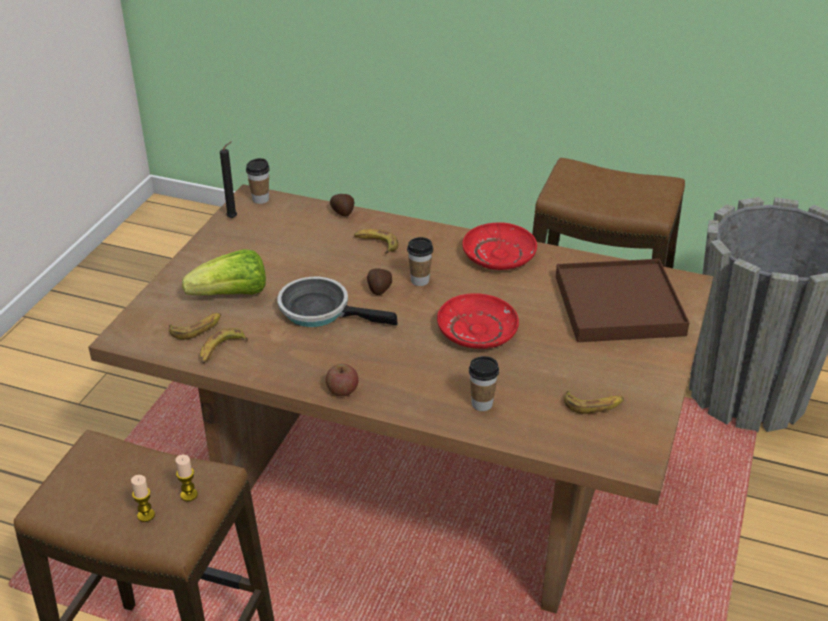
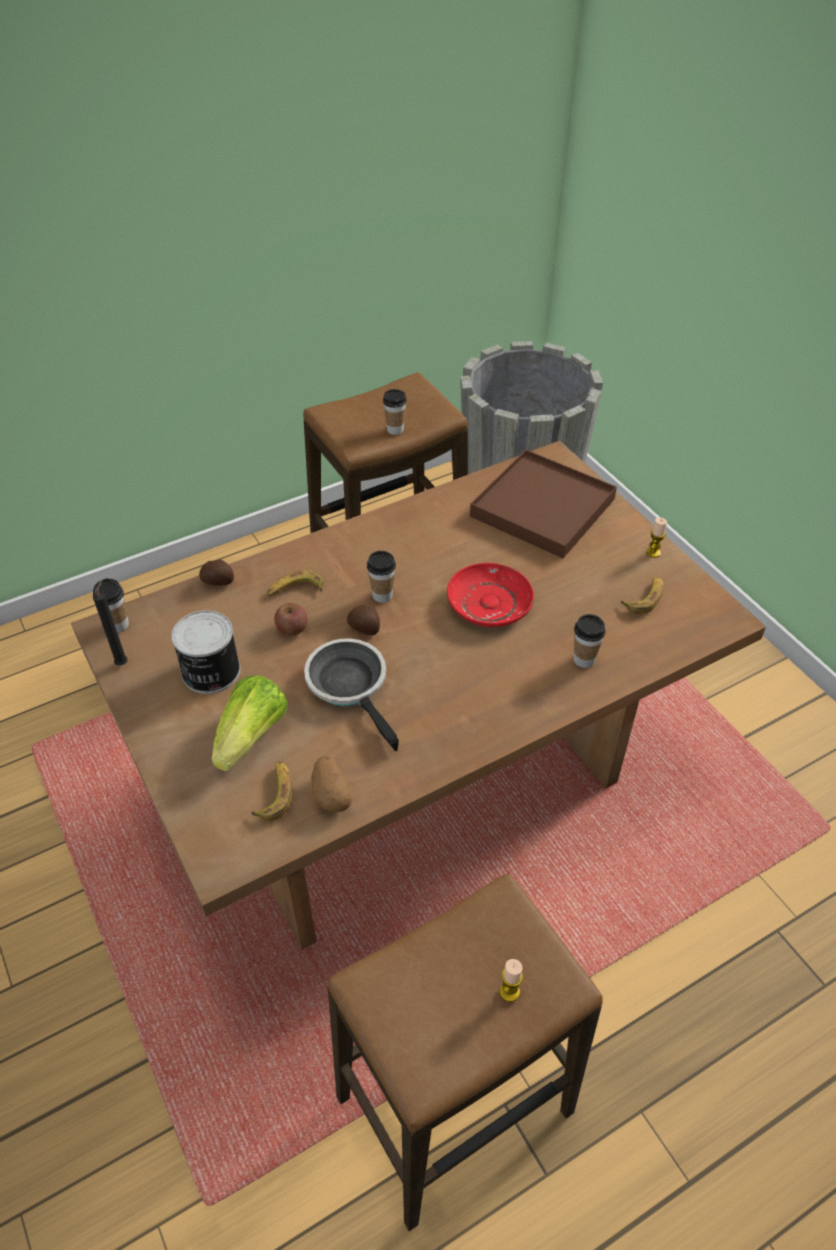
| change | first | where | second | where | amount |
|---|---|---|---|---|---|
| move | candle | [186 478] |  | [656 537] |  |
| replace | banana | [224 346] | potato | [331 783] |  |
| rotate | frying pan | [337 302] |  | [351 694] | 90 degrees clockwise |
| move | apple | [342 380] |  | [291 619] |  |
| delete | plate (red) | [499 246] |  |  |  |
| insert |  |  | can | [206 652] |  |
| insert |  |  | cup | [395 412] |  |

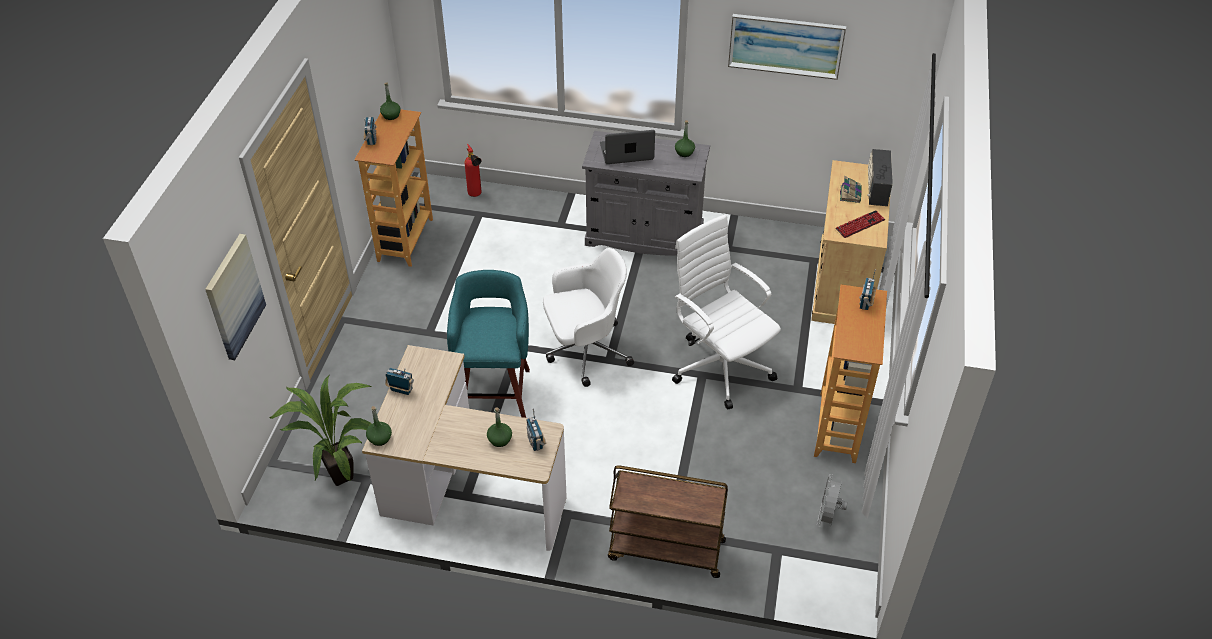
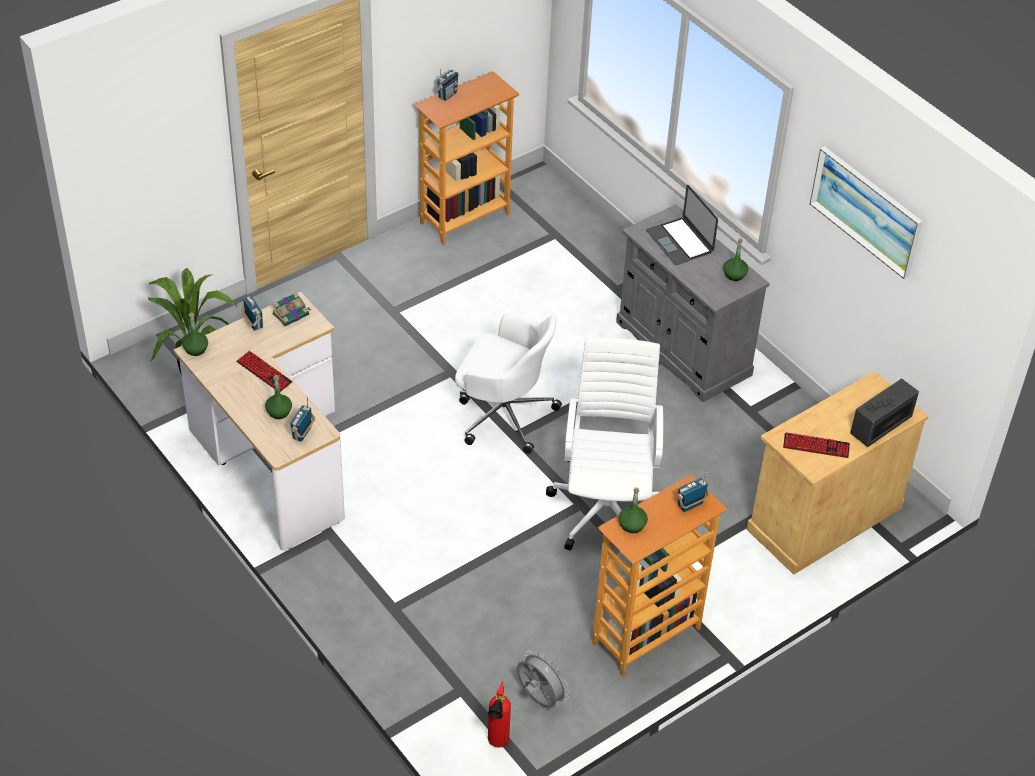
| change | first | where | second | where | amount |
|---|---|---|---|---|---|
| delete | picture | [235 297] |  |  |  |
| move | bottle (green) | [390 101] |  | [633 510] |  |
| delete | stool (turquoise) | [488 344] |  |  |  |
| move | fire extinguisher | [473 170] |  | [499 714] |  |
| rotate | laptop | [627 147] |  | [682 225] | 150 degrees counterclockwise |
| delete | cart (brown) | [668 521] |  |  |  |
| rotate | fan (grey) | [832 500] |  | [543 679] | 75 degrees clockwise |
| move | book | [851 189] |  | [291 309] |  |
| insert |  |  | keyboard | [264 371] |  |

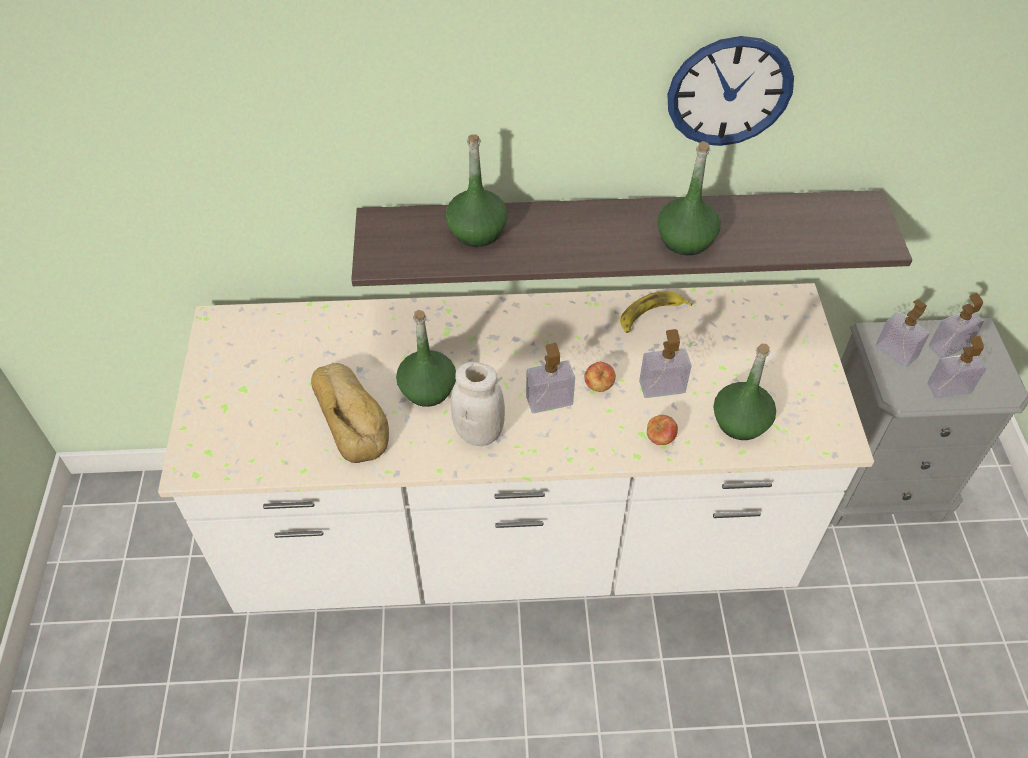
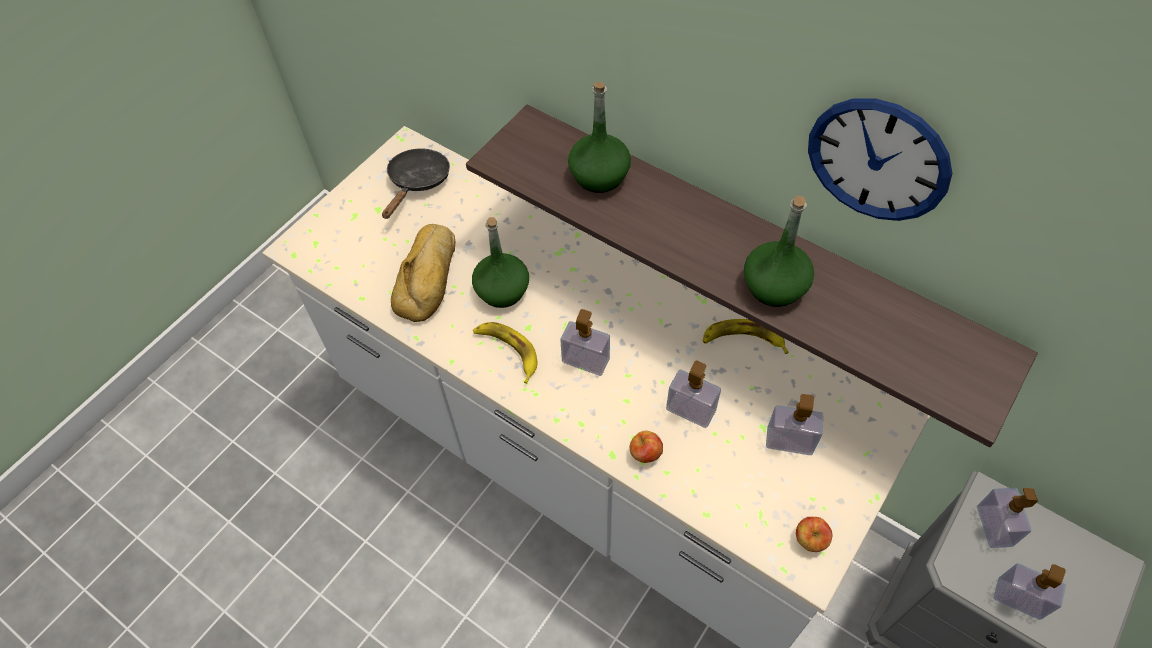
| change | first | where | second | where | amount |
|---|---|---|---|---|---|
| replace | jar (white) | [478 404] | banana | [505 353] |  |
| move | apple | [600 377] |  | [814 534] |  |
| delete | bottle (green) | [744 392] |  |  |  |
| move | soap dispenser | [956 325] |  | [794 424] |  |
| insert |  |  | frying pan (black) | [416 183] |  |

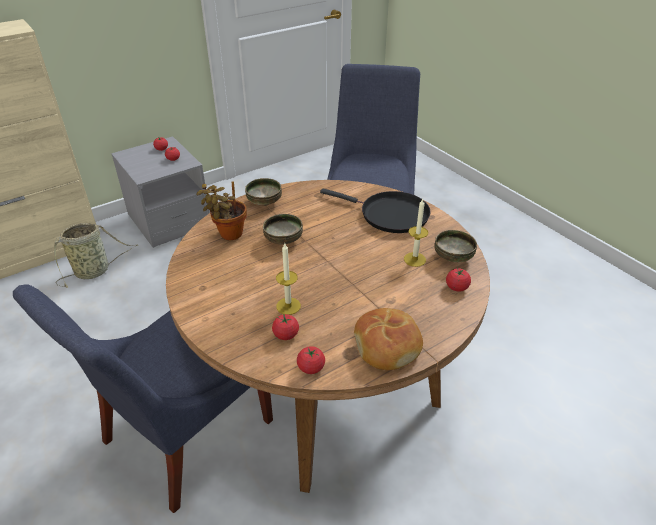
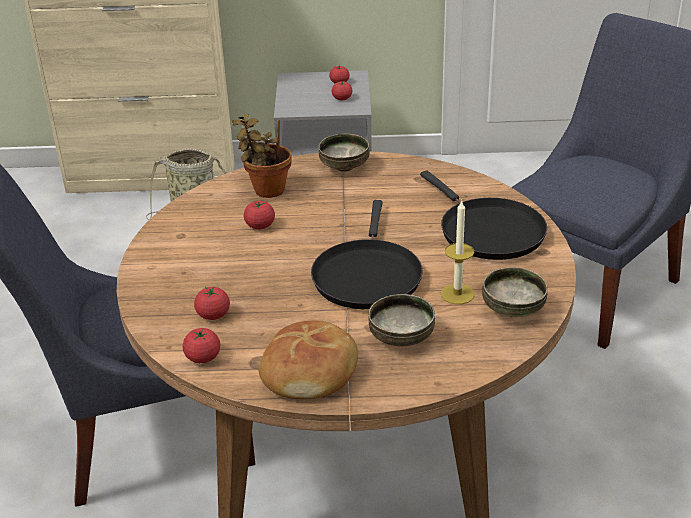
| change | first | where | second | where | amount |
|---|---|---|---|---|---|
| move | bowl | [283 229] |  | [401 320] |  |
| delete | candle | [288 278] |  |  |  |
| move | tomato | [458 280] |  | [259 215] |  |
| insert |  |  | frying pan (black) | [367 254] |  |

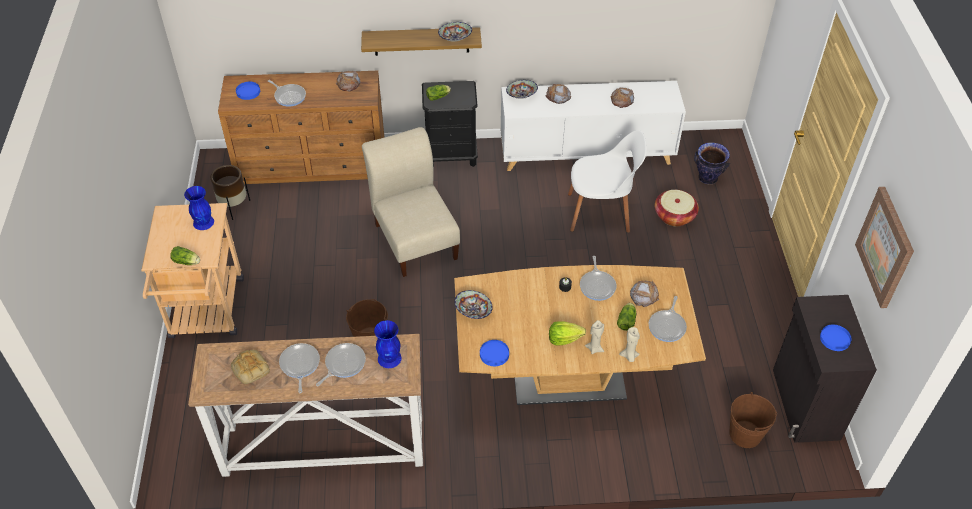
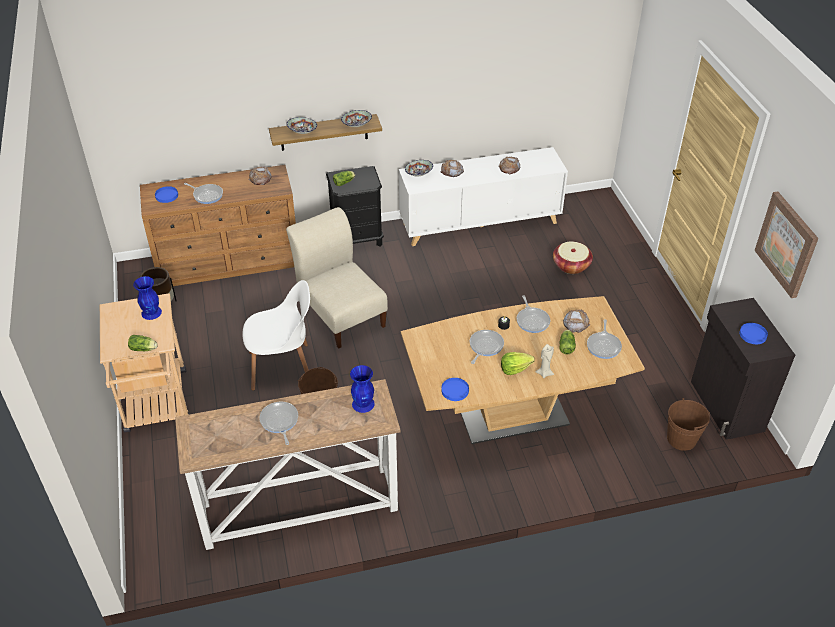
| change | first | where | second | where | amount |
|---|---|---|---|---|---|
| delete | bread | [250 367] |  |  |  |
| move | frying pan | [341 364] |  | [487 347] |  |
| move | bowl | [473 304] |  | [301 125] |  |
| move | chair (white) | [607 181] |  | [276 335] |  |
| delete | candle (beige) | [629 344] |  |  |  |
| delete | vase | [712 163] |  |  |  |

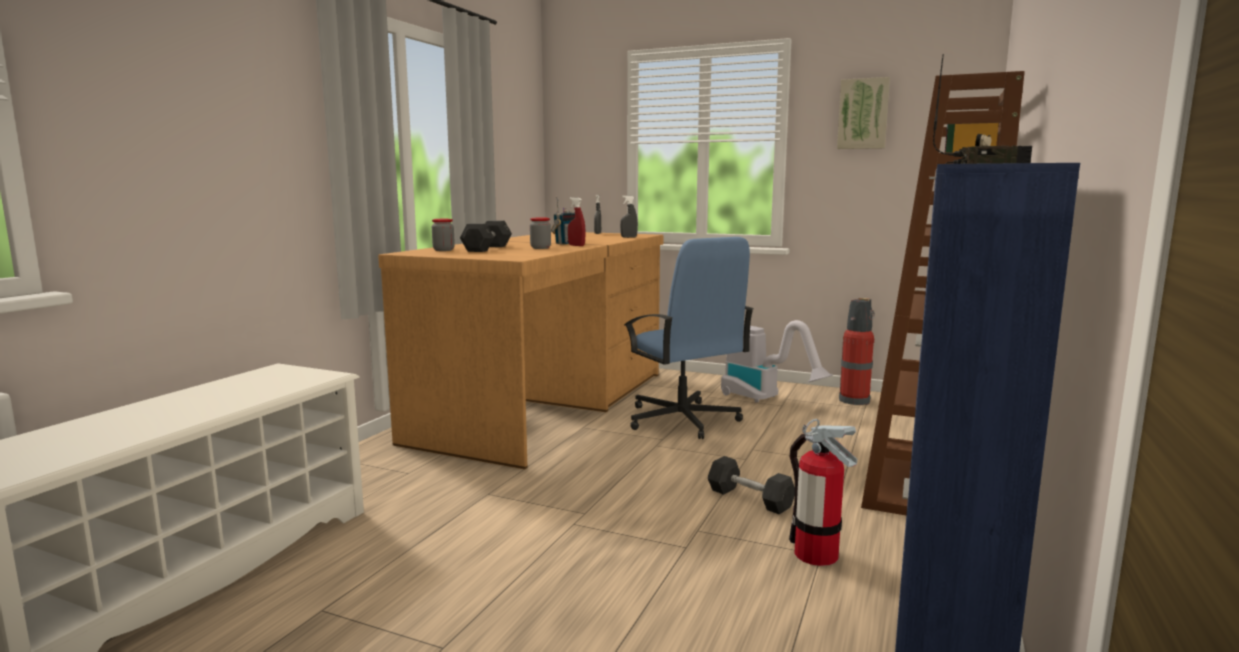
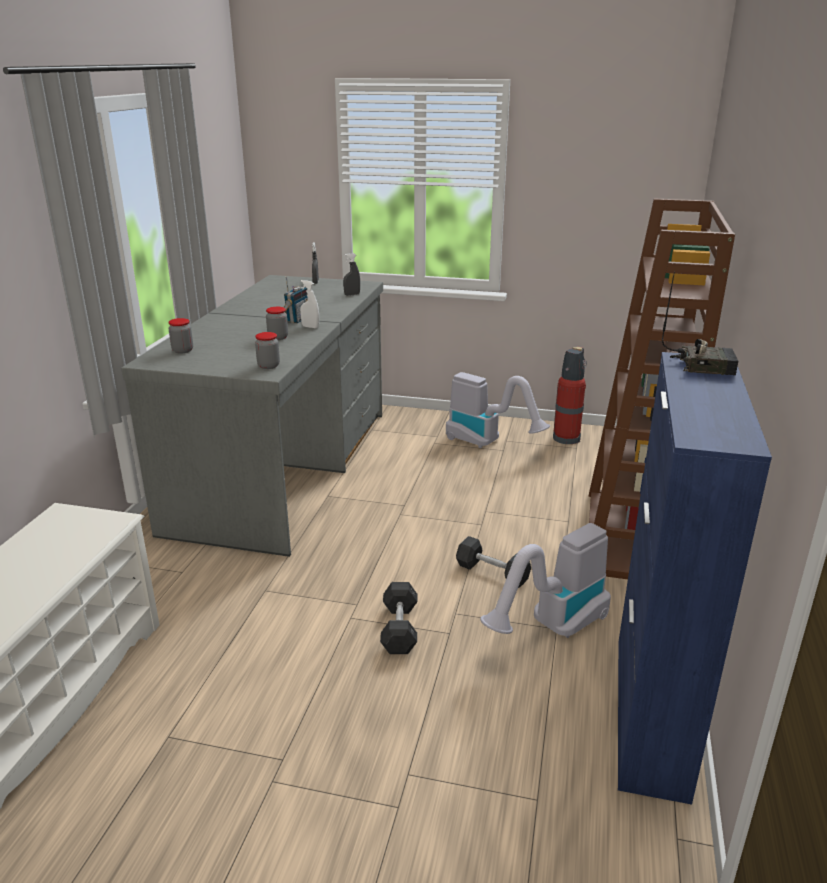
| change | first | where | second | where | amount |
|---|---|---|---|---|---|
| recolor | desk (brown) | [520 350] | desk (grey) | [252 416] |  |
| move | dumbbell (grey) | [486 236] |  | [398 618] |  |
| recolor | spray bottle (red) | [577 221] | spray bottle (white) | [309 304] |  |
| delete | office chair (blue) | [689 338] |  |  |  |
| replace | fire extinguisher | [823 492] | vacuum cleaner | [545 580] |  |
| delete | picture | [863 113] |  |  |  |
| insert |  |  | jar | [267 350] |  |

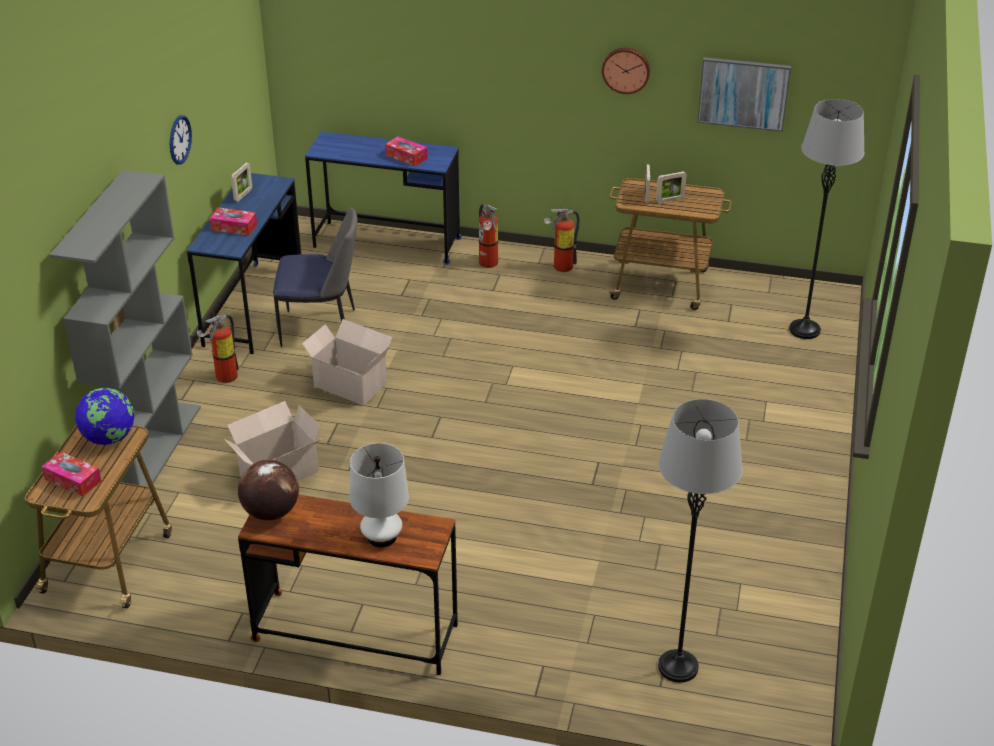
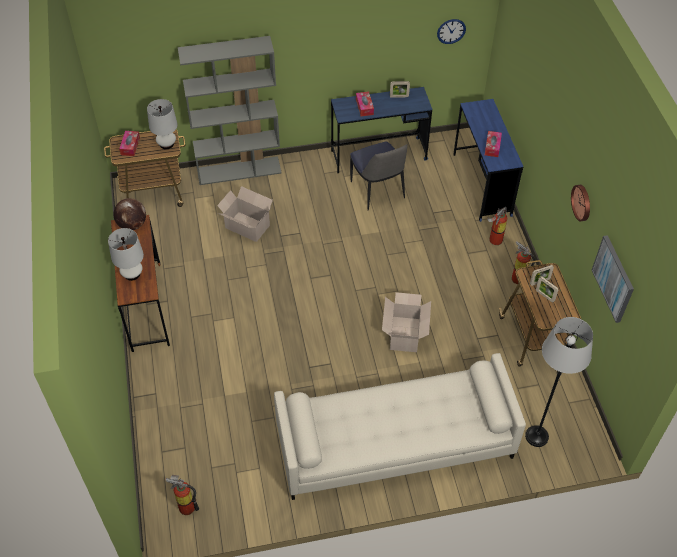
| change | first | where | second | where | amount |
|---|---|---|---|---|---|
| replace | globe | [104 416] | table lamp (white) | [162 124] |  |
| move | wall clock | [181 140] |  | [451 31] |  |
| move | fire extinguisher | [218 348] |  | [182 495] |  |
| move | cardboard box | [347 362] |  | [406 322] |  |
| delete | floor lamp (grey) | [700 541] |  |  |  |
| insert |  |  | sofa (beige) | [400 426] |  |

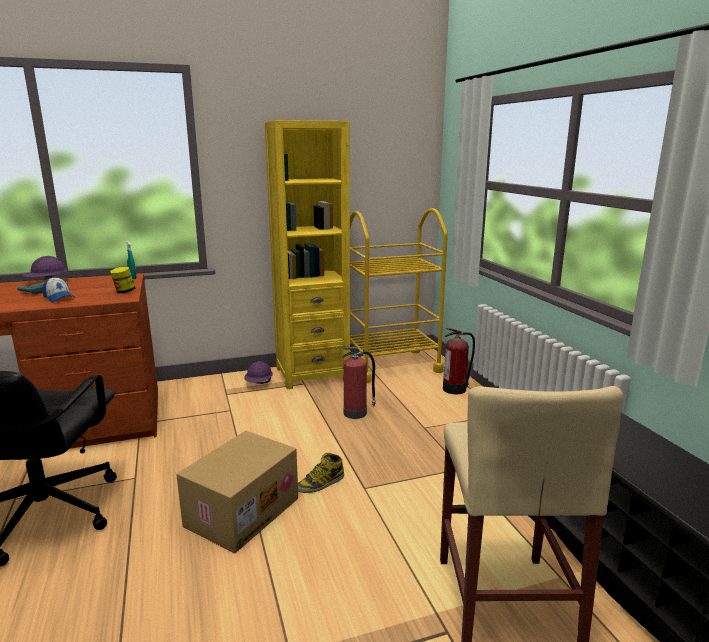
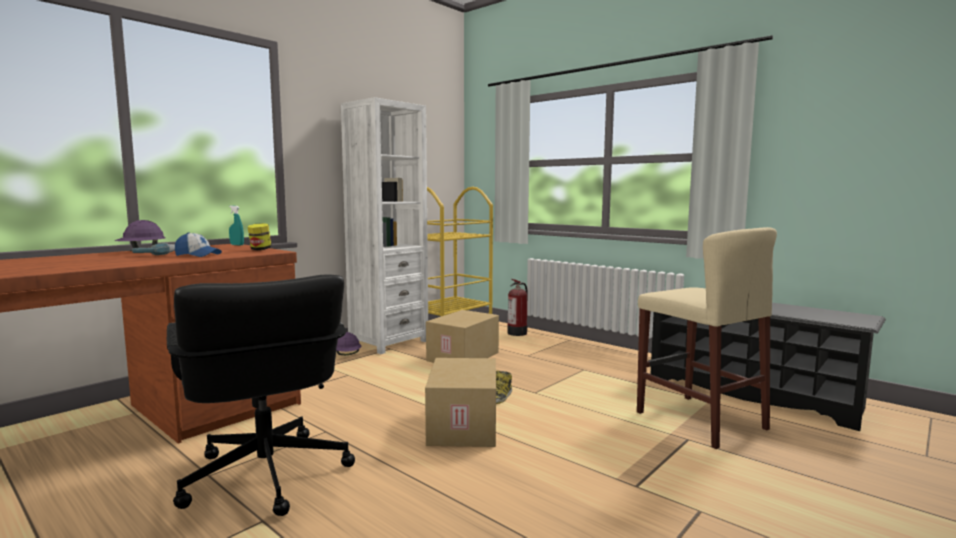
| change | first | where | second | where | amount |
|---|---|---|---|---|---|
| recolor | bookcase (yellow) | [307 254] | bookcase (white) | [384 225] |  |
| replace | fire extinguisher | [358 383] | cardboard box | [462 336] |  |

